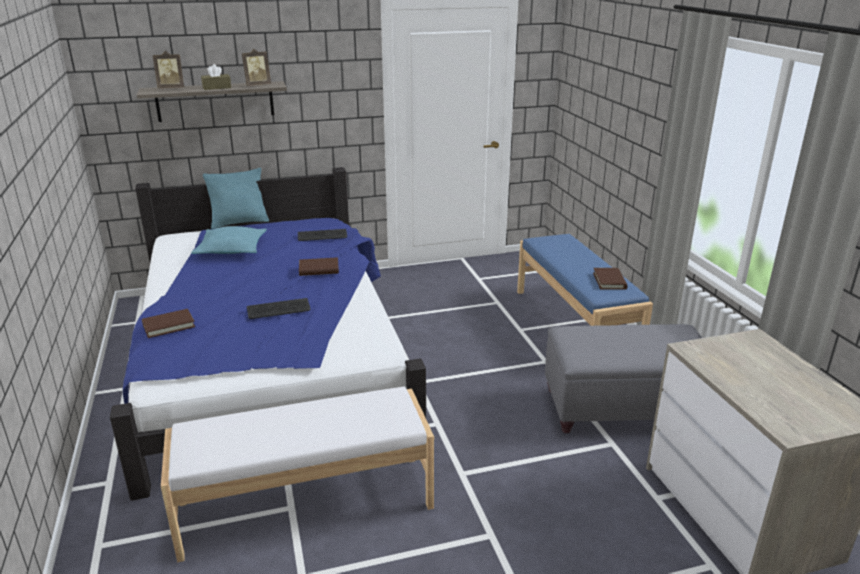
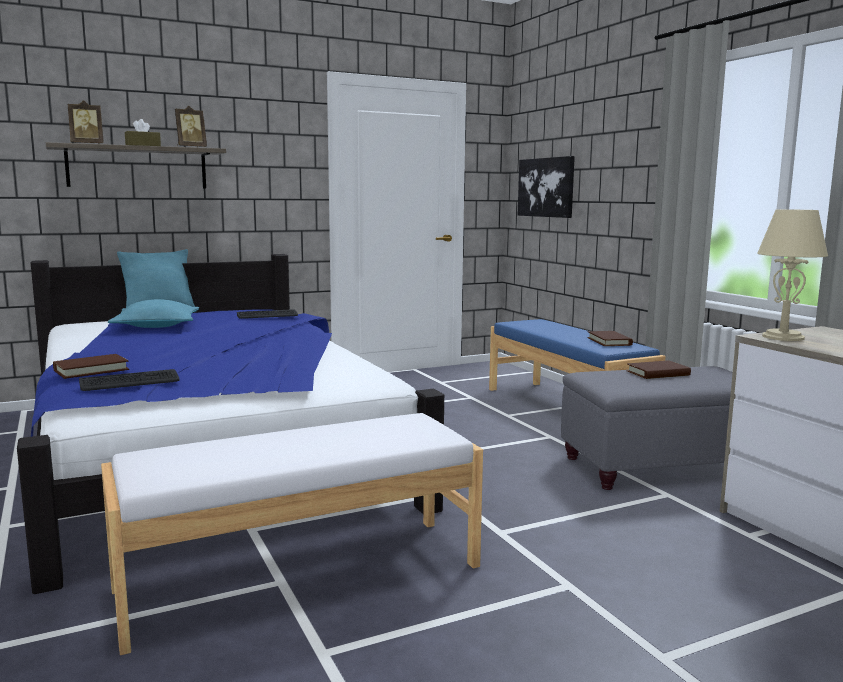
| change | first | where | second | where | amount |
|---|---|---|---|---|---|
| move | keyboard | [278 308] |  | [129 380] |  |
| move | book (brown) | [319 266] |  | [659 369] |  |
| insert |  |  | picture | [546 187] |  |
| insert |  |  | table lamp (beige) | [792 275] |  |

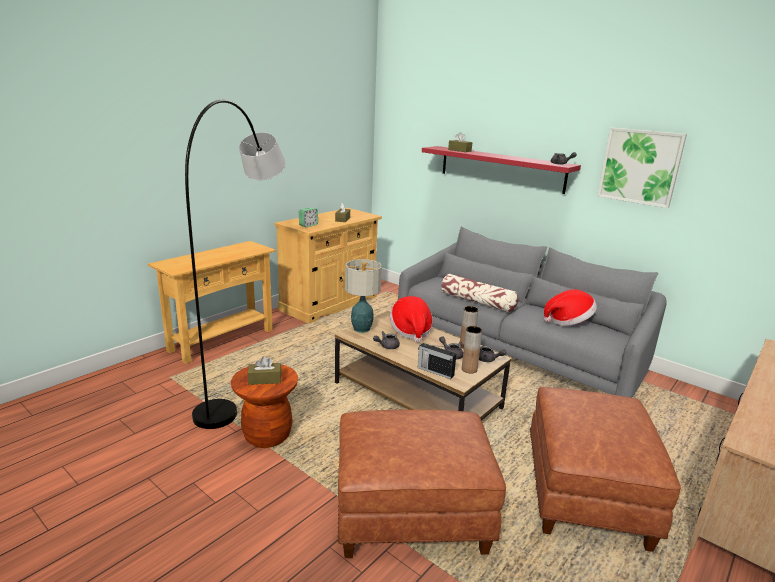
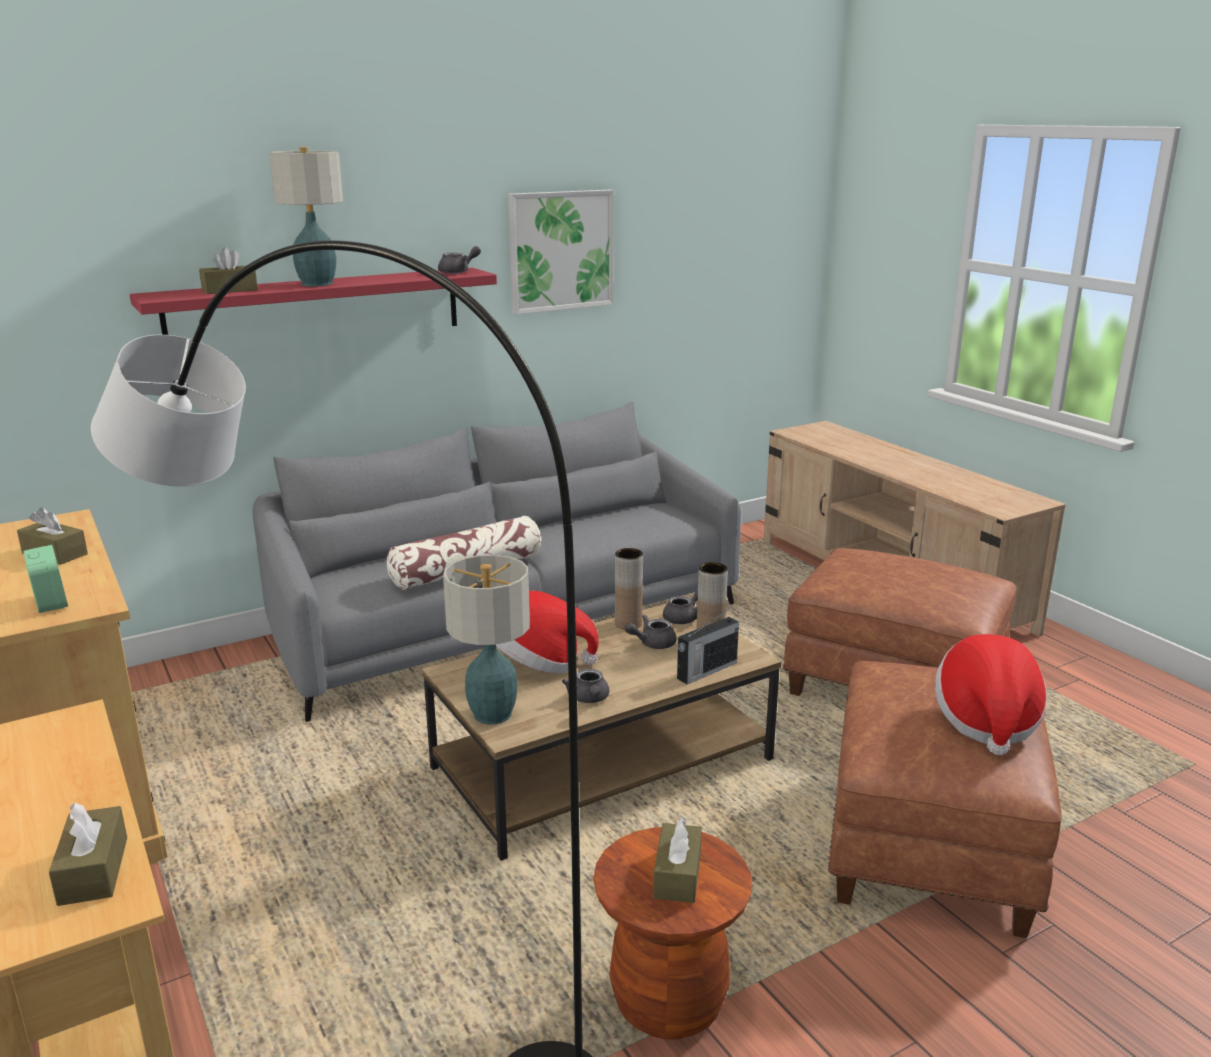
| change | first | where | second | where | amount |
|---|---|---|---|---|---|
| move | hat | [570 307] |  | [991 694] |  |
| insert |  |  | tissue box (brown) | [88 854] |  |
| insert |  |  | table lamp | [306 217] |  |

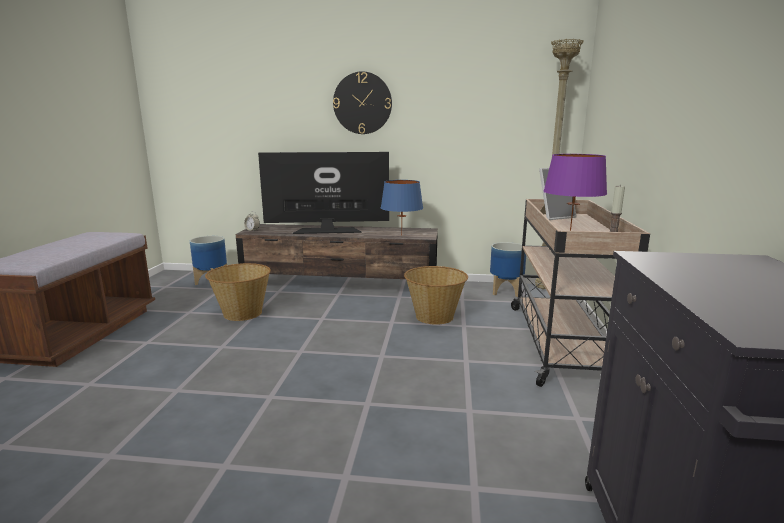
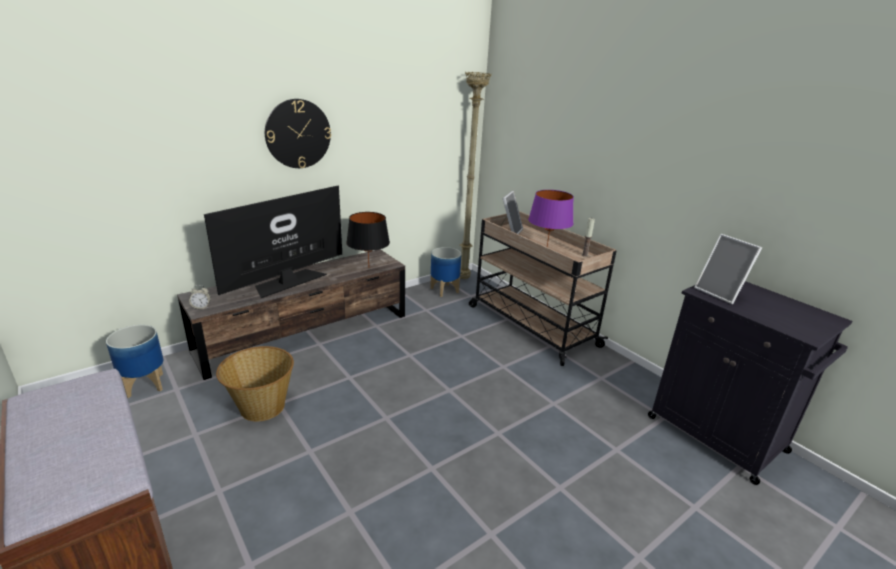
| change | first | where | second | where | amount |
|---|---|---|---|---|---|
| recolor | table lamp (blue) | [402 207] | table lamp (black) | [368 239] |  |
| delete | basket | [436 295] |  |  |  |
| insert |  |  | picture frame | [728 269] |  |

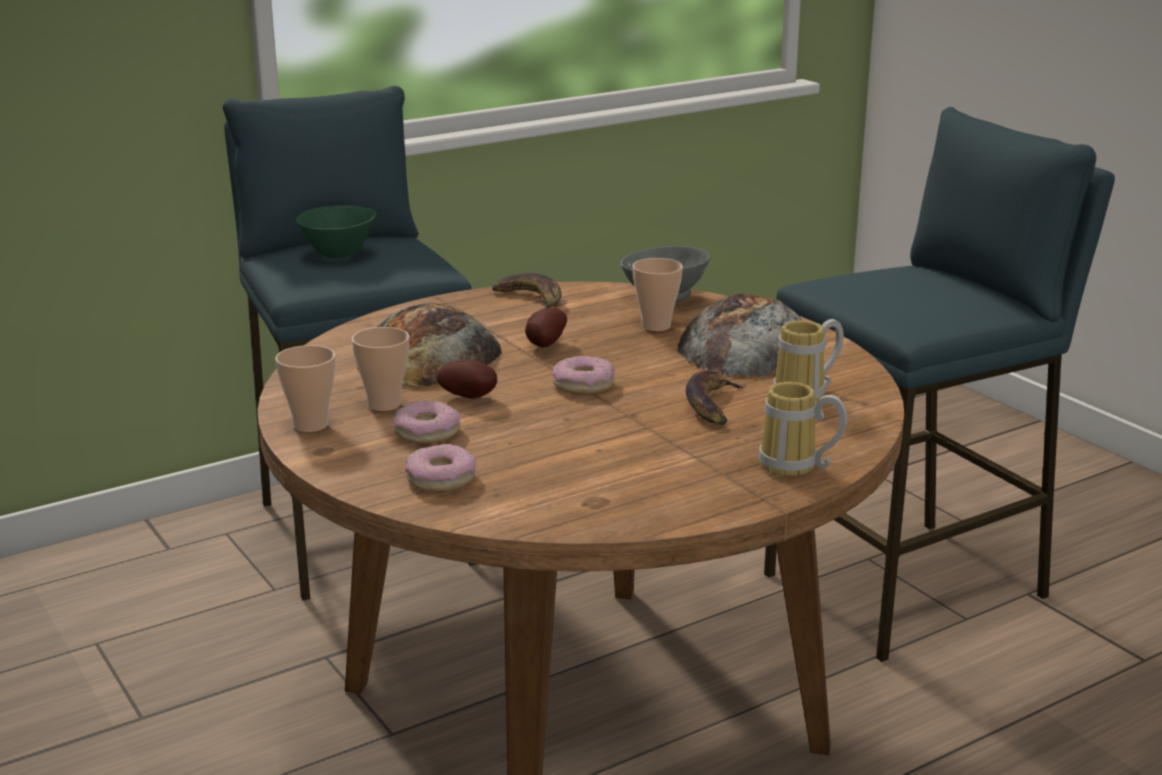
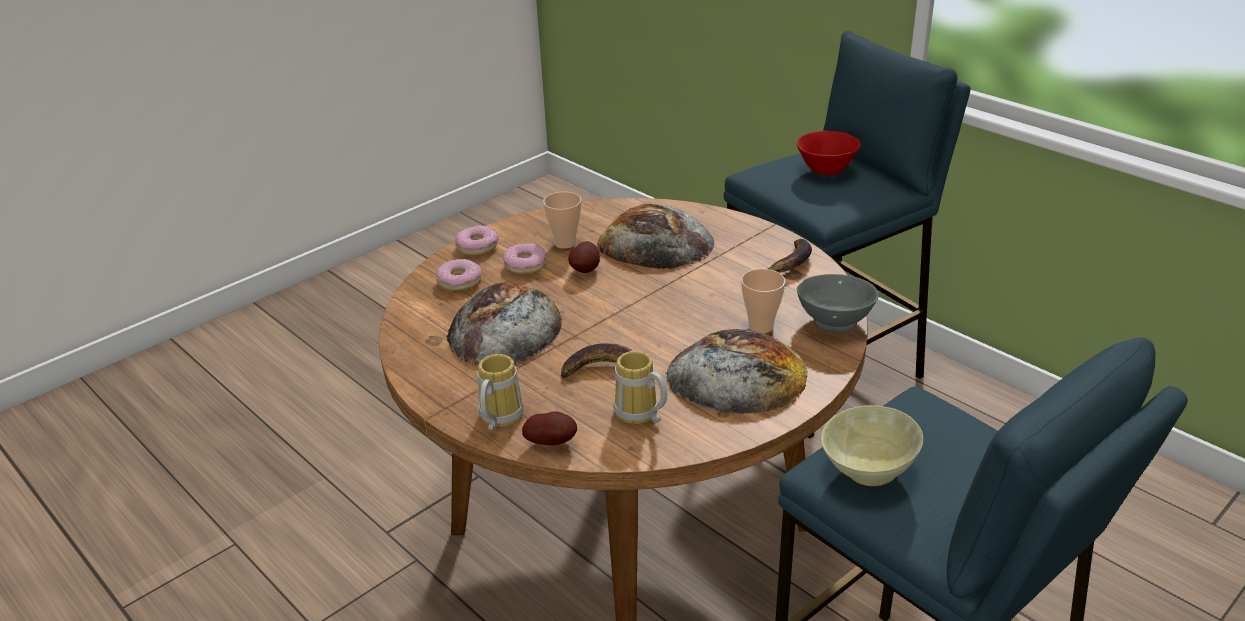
| change | first | where | second | where | amount |
|---|---|---|---|---|---|
| delete | cup | [305 388] |  |  |  |
| recolor | bowl (green) | [336 231] | bowl (red) | [829 153] |  |
| move | potato | [546 327] |  | [549 428] |  |
| move | donut | [583 375] |  | [476 240] |  |
| insert |  |  | bread | [504 324] |  |
| insert |  |  | bowl (beige) | [872 445] |  |

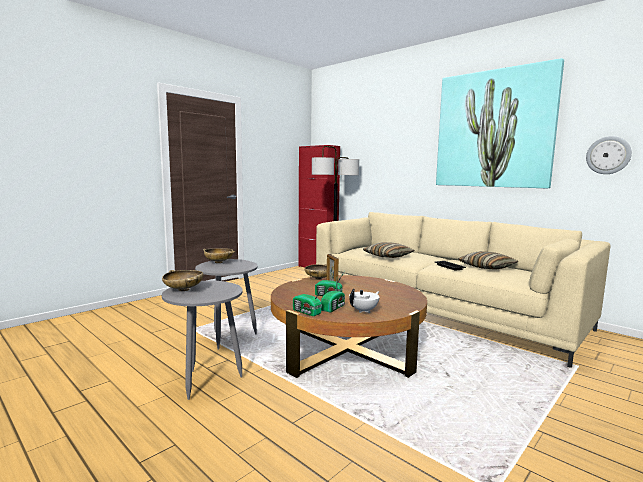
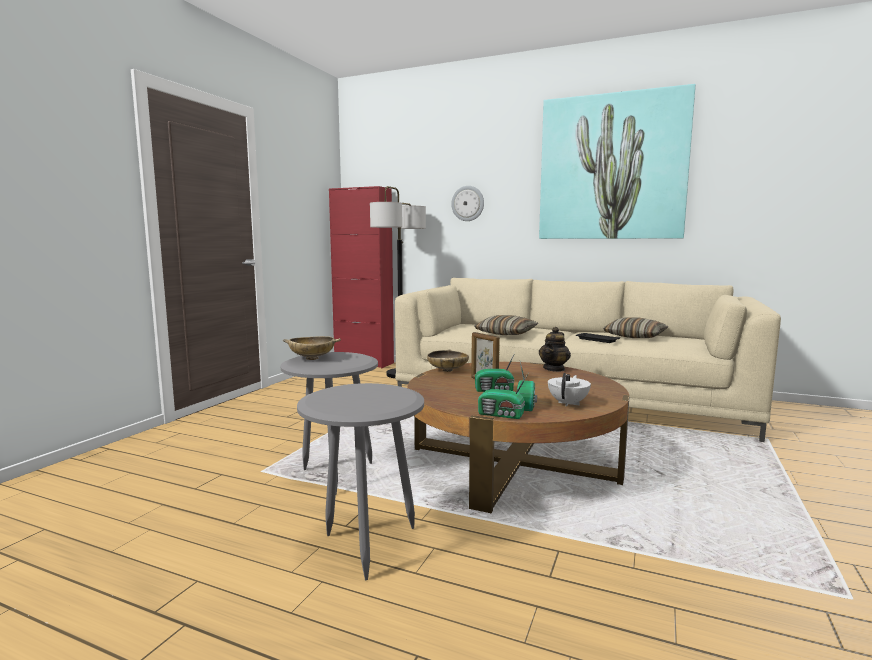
| change | first | where | second | where | amount |
|---|---|---|---|---|---|
| delete | bowl (beige) | [182 280] |  |  |  |
| move | wall clock | [609 155] |  | [467 203] |  |
| insert |  |  | teapot | [555 349] |  |

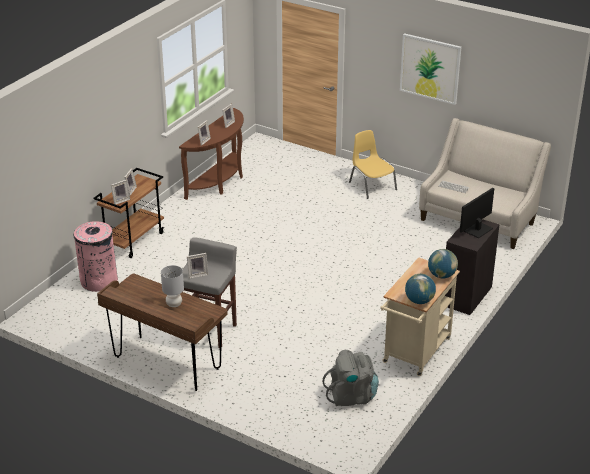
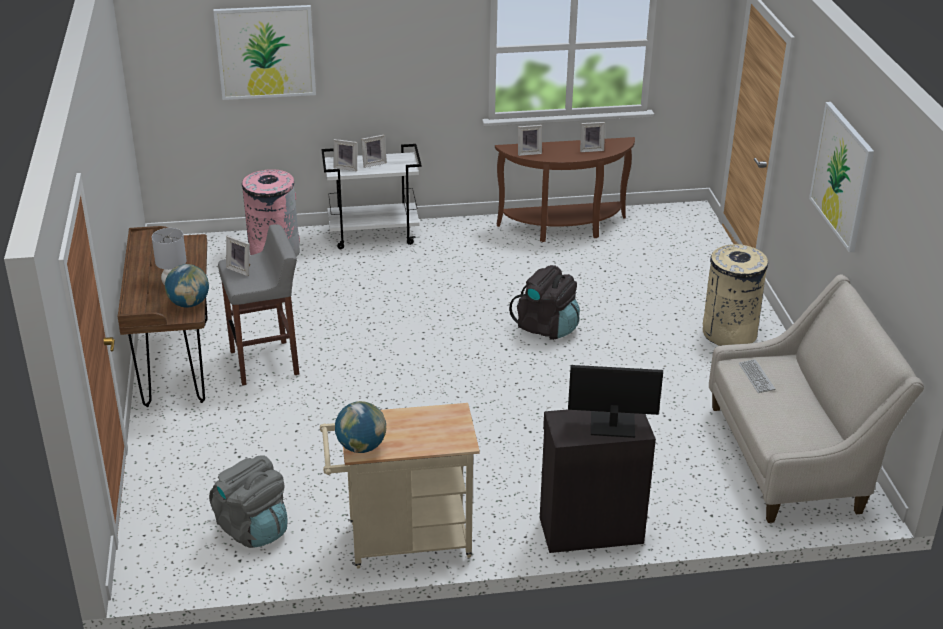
| change | first | where | second | where | amount |
|---|---|---|---|---|---|
| recolor | cart (brown) | [128 213] | cart (white) | [371 196] |  |
| replace | chair (yellow) | [373 164] | trash can (beige) | [735 295] |  |
| move | globe | [443 263] |  | [187 285] |  |
| insert |  |  | picture | [264 52] |  |
| insert |  |  | backpack (black) | [544 302] |  |

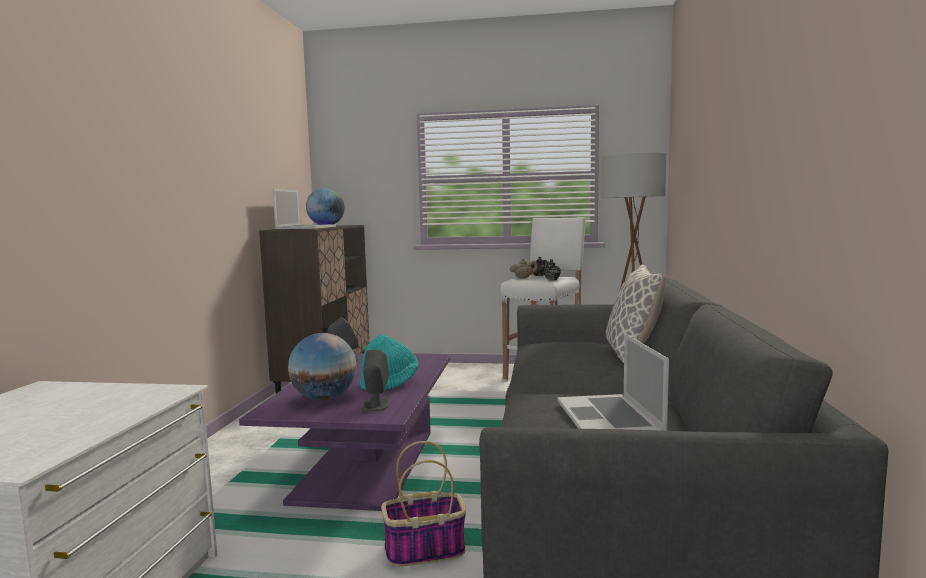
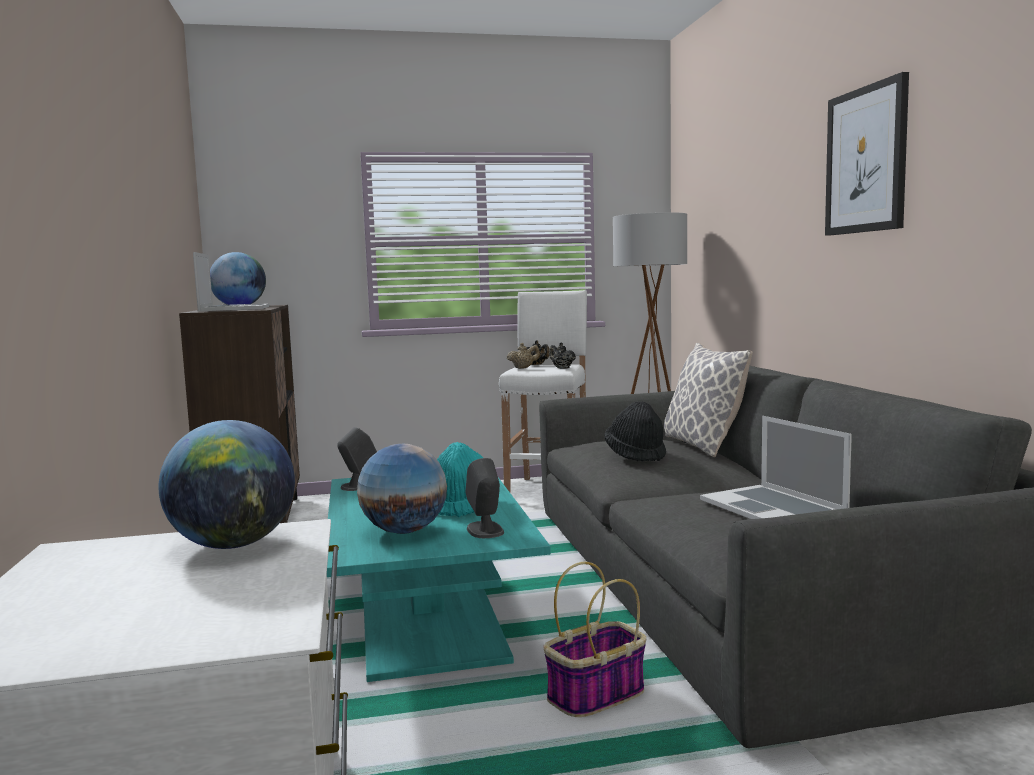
| change | first | where | second | where | amount |
|---|---|---|---|---|---|
| recolor | coffee table (purple) | [344 432] | coffee table (turquoise) | [439 580] |  |
| insert |  |  | globe | [227 484] |  |
| insert |  |  | hat (black) | [635 431] |  |
| insert |  |  | picture | [867 154] |  |

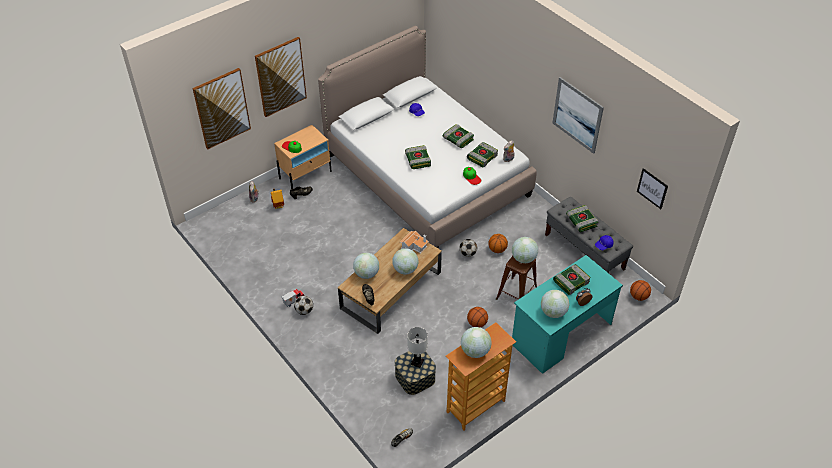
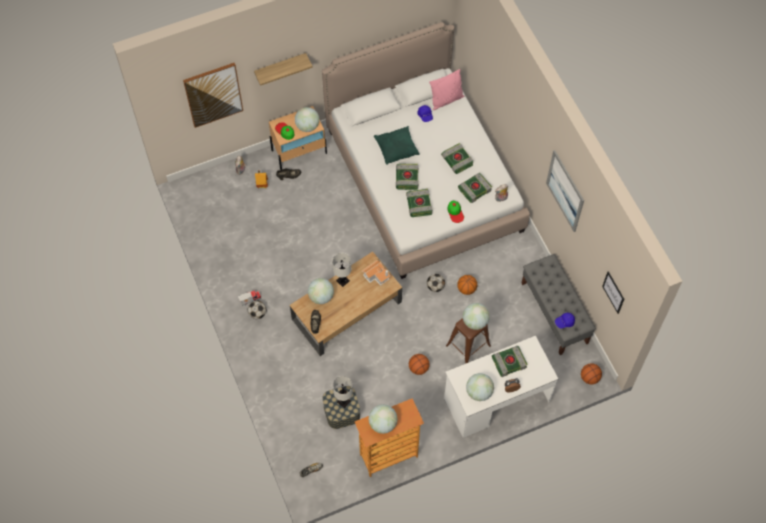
| change | first | where | second | where | amount |
|---|---|---|---|---|---|
| replace | picture | [281 77] | shelf | [283 69] |  |
| move | globe | [405 261] |  | [307 119] |  |
| recolor | desk (turquoise) | [567 314] | desk (white) | [501 387] |  |
| move | book | [582 218] |  | [419 203] |  |
| insert |  |  | table lamp (white) | [341 270] |  |
| insert |  |  | pillow (green) | [397 145] |  |
| insert |  |  | pillow (pink) | [446 89] |  |

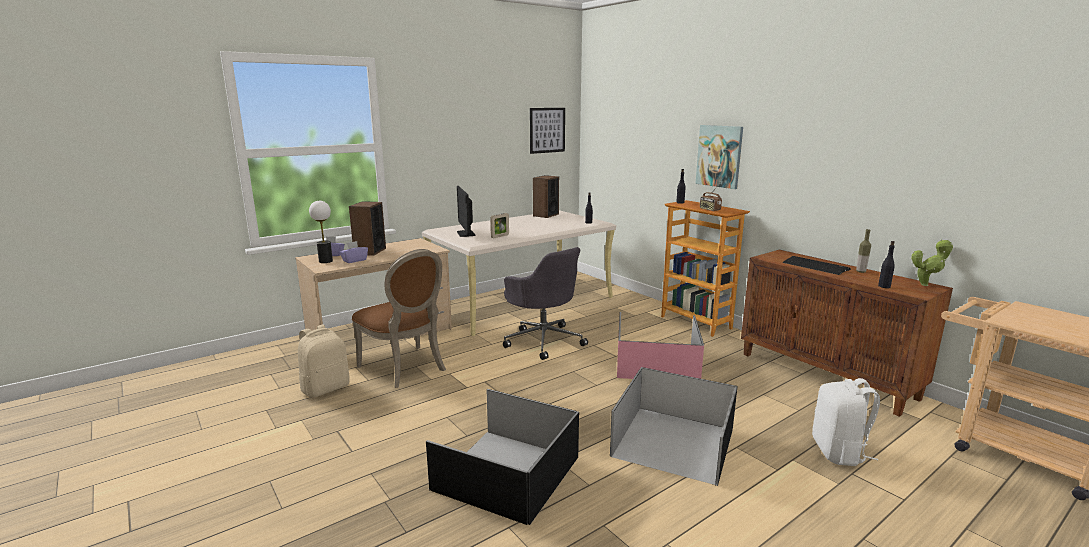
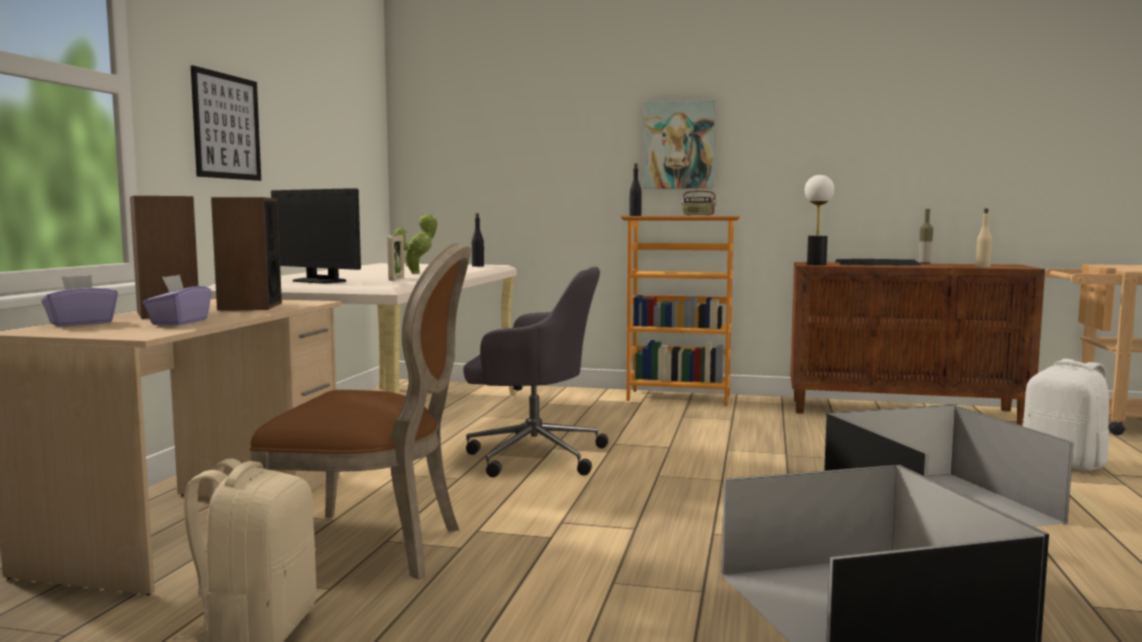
| change | first | where | second | where | amount |
|---|---|---|---|---|---|
| move | table lamp | [321 232] |  | [819 220] |  |
| move | picture | [547 131] |  | [226 123] |  |
| move | speaker | [546 196] |  | [246 254] |  |
| delete | storage box (pink) | [660 345] |  |  |  |
| recolor | bottle (black) | [886 264] | bottle (beige) | [983 238] |  |
| move | potted plant | [932 262] |  | [415 243] |  |

